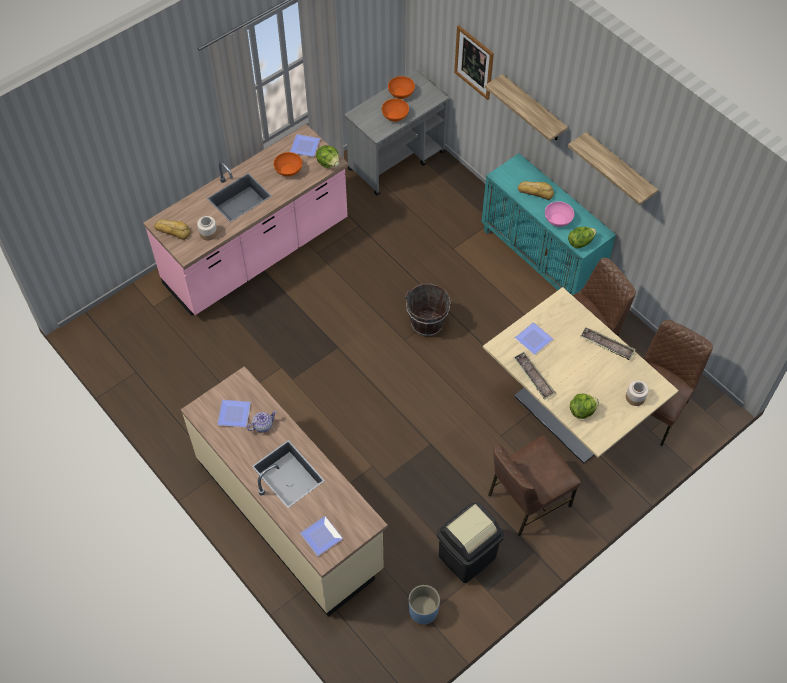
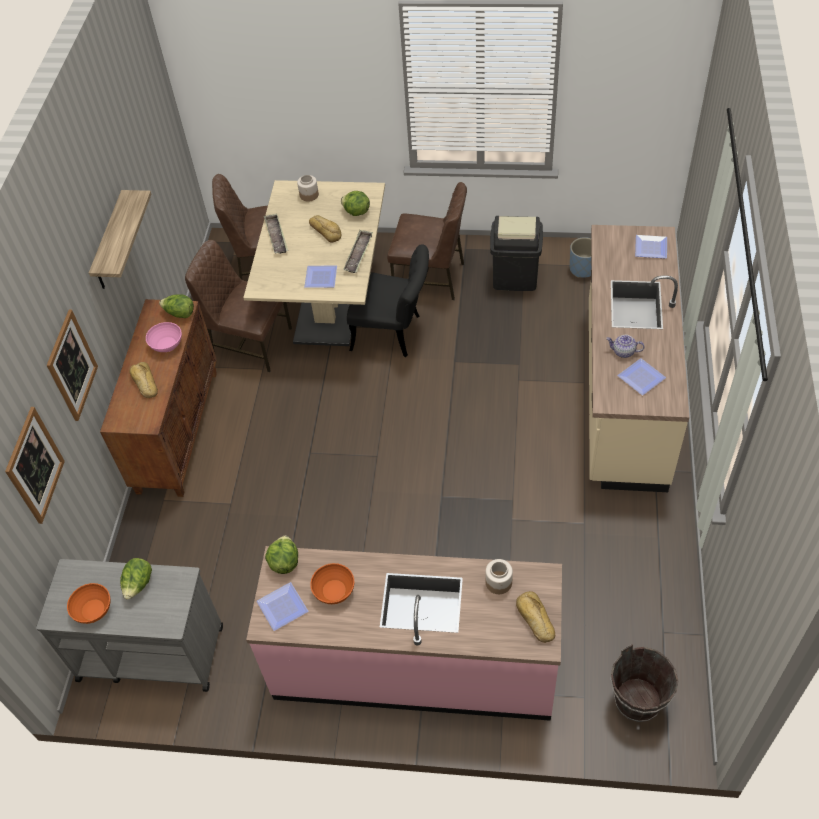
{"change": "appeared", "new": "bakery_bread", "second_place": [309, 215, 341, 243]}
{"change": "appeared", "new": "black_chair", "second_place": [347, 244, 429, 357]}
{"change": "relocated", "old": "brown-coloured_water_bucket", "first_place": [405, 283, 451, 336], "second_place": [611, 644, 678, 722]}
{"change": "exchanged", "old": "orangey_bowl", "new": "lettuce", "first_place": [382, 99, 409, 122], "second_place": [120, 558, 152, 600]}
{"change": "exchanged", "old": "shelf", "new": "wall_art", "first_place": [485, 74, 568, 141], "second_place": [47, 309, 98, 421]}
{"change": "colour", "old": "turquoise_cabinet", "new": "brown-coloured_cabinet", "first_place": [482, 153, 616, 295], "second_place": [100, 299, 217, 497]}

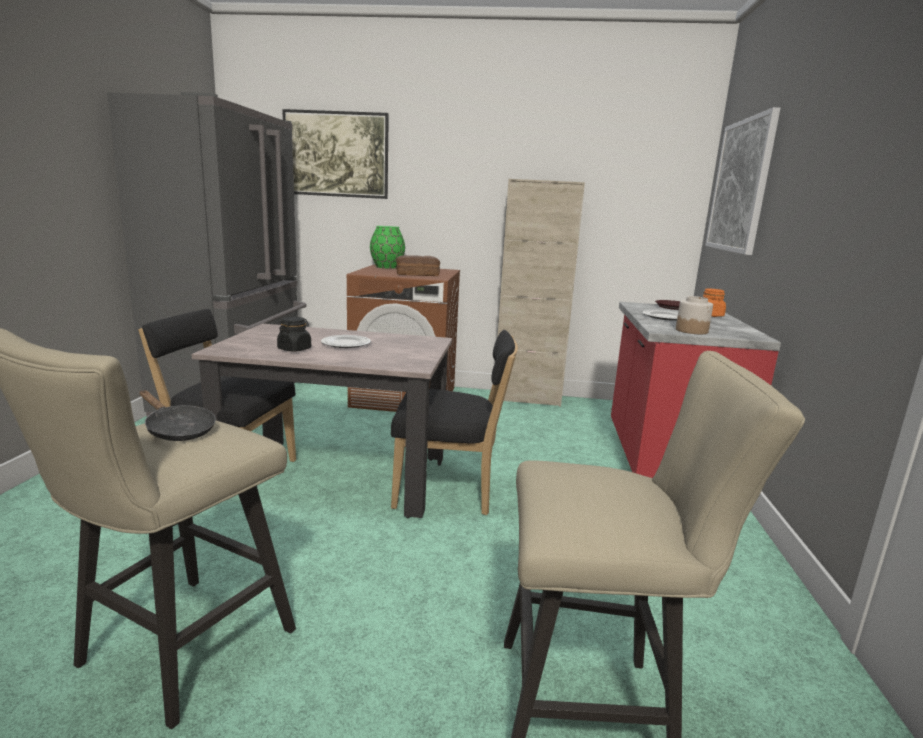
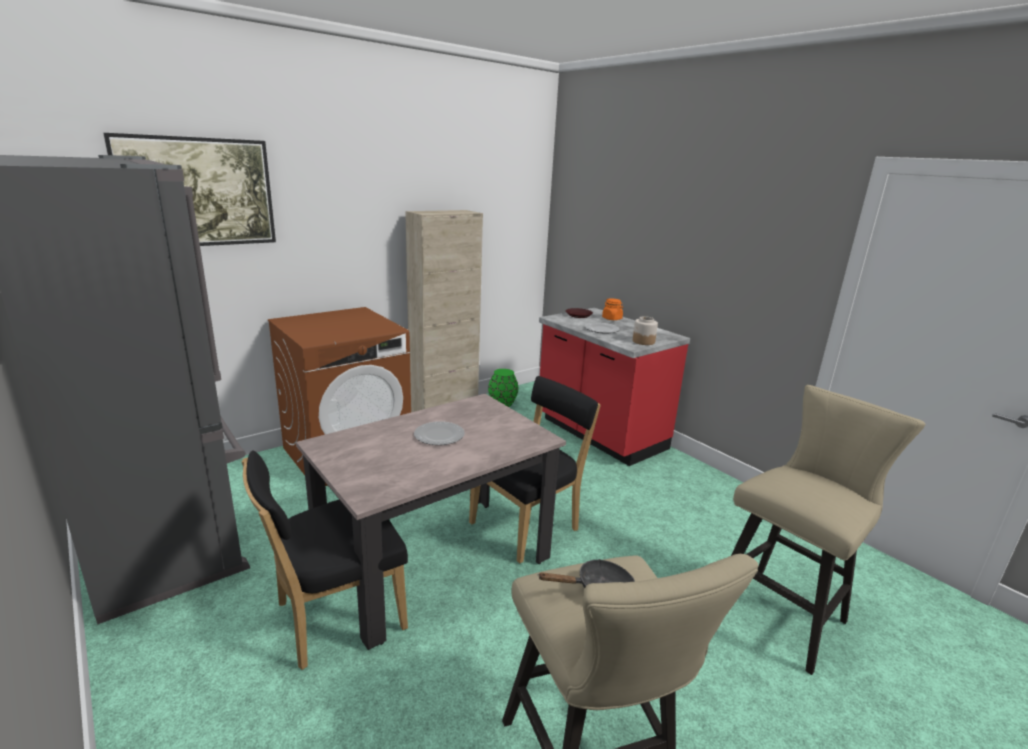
{"change": "missing", "old": "black_preserve_jar", "first_place": [277, 317, 311, 352]}
{"change": "missing", "old": "bakery_bread", "first_place": [396, 255, 440, 276]}
{"change": "missing", "old": "wall_art", "first_place": [705, 107, 780, 255]}
{"change": "relocated", "old": "green-coloured_flower_vase", "first_place": [370, 226, 405, 269], "second_place": [488, 369, 518, 407]}

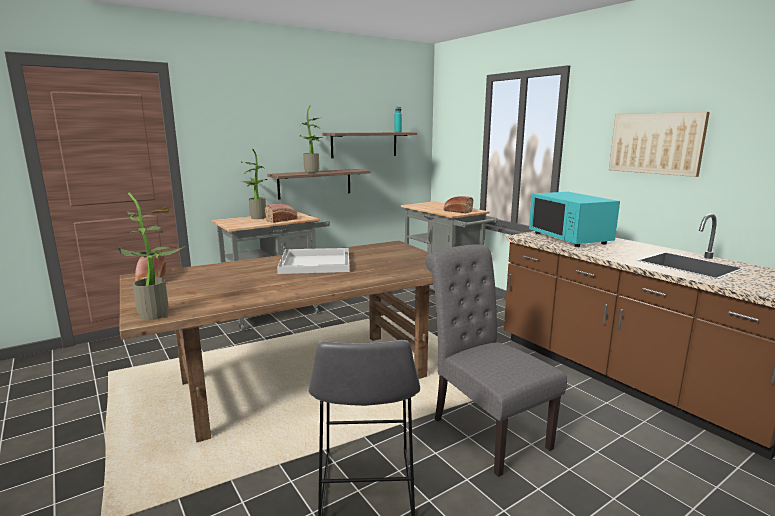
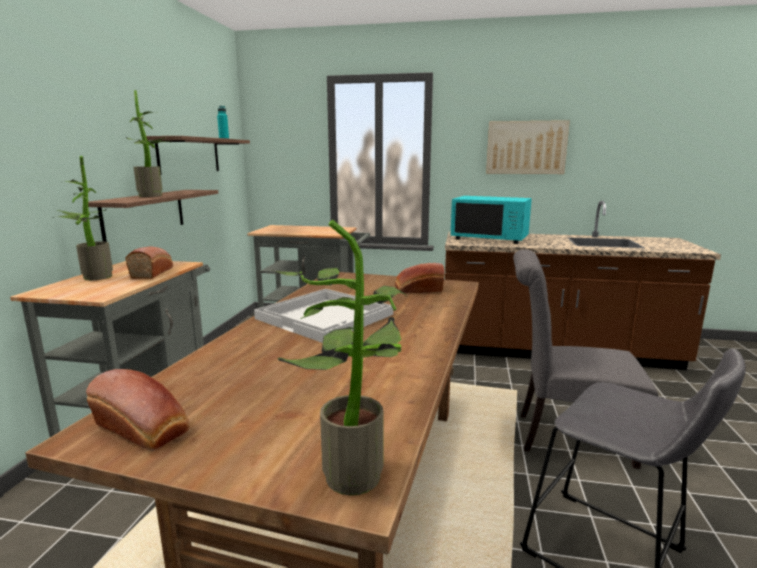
{"change": "relocated", "old": "bakery_bread", "first_place": [443, 196, 473, 213], "second_place": [395, 263, 445, 293]}

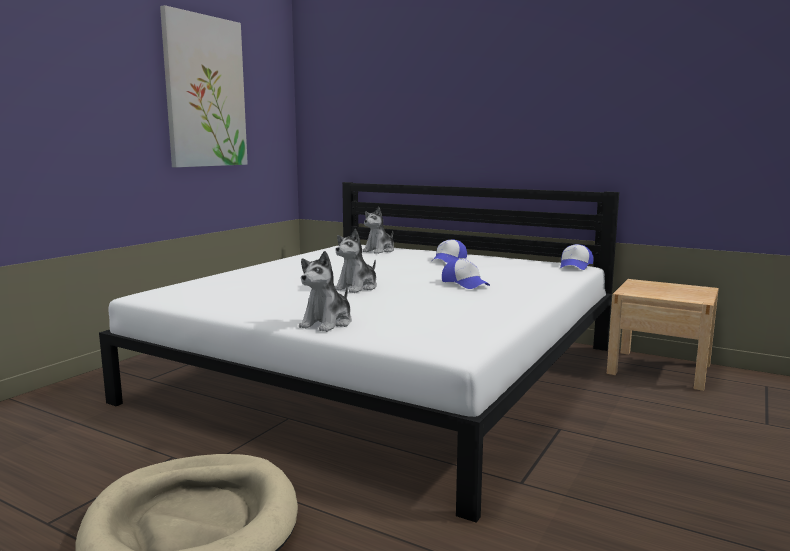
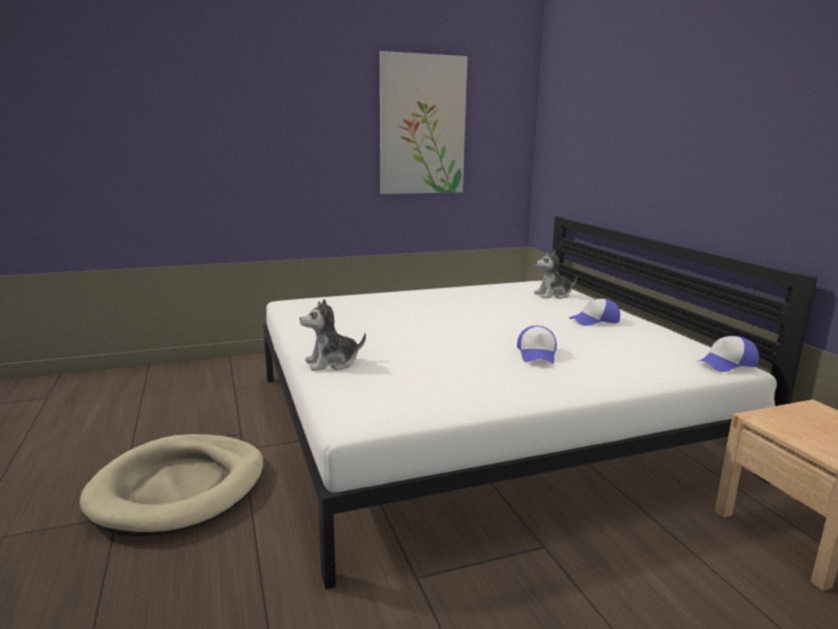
{"change": "missing", "old": "plush_toy", "first_place": [334, 229, 377, 293]}

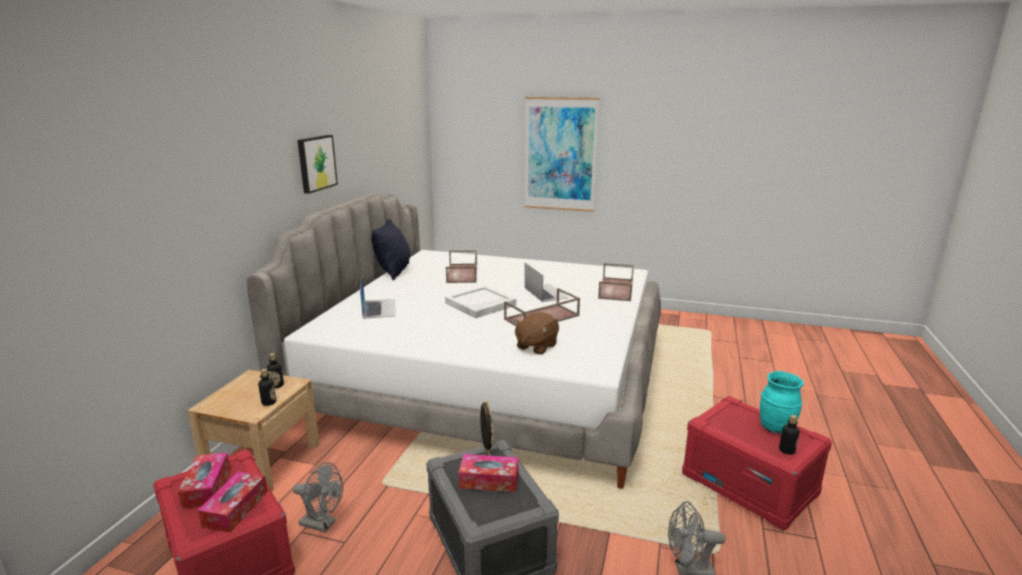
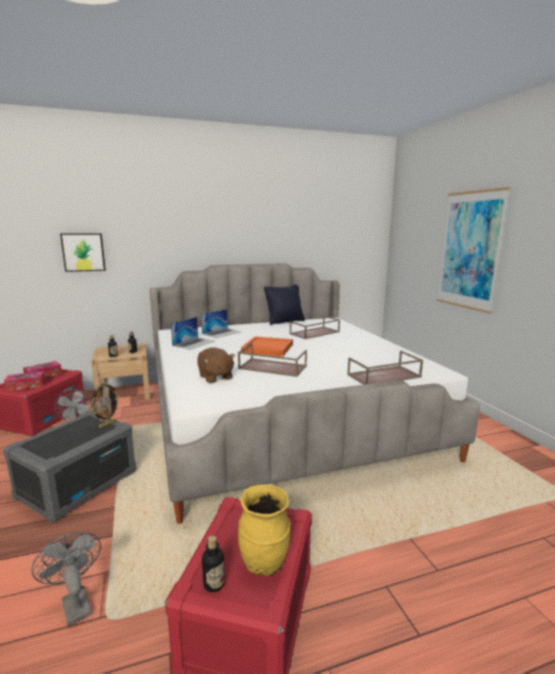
{"change": "missing", "old": "box_of_tissues", "first_place": [459, 454, 518, 492]}
{"change": "relocated", "old": "wall_art", "first_place": [298, 135, 338, 194], "second_place": [60, 233, 106, 272]}
{"change": "relocated", "old": "portable_computer", "first_place": [525, 263, 569, 302], "second_place": [171, 317, 215, 350]}
{"change": "colour", "old": "white-coloured_carrying_tray", "new": "orangey_carrying_tray", "first_place": [445, 286, 516, 318], "second_place": [241, 336, 293, 357]}
{"change": "colour", "old": "turquoise_flower_vase", "new": "yellow_flower_vase", "first_place": [760, 371, 804, 434], "second_place": [238, 484, 290, 576]}
{"change": "spun", "old": "brown-coloured_plush_toy", "first_place": [514, 312, 559, 355], "second_place": [197, 347, 235, 383], "degrees": -120}

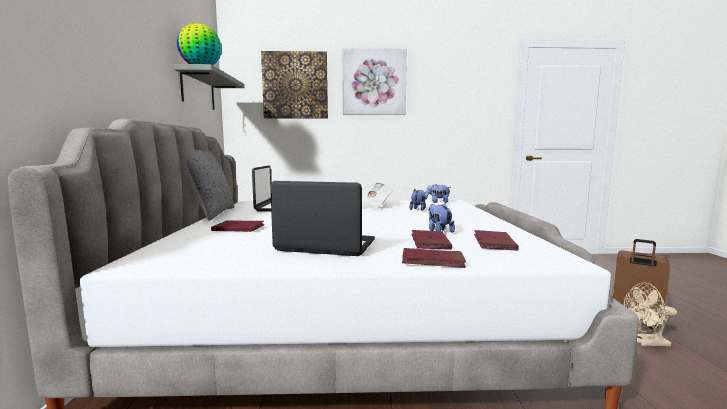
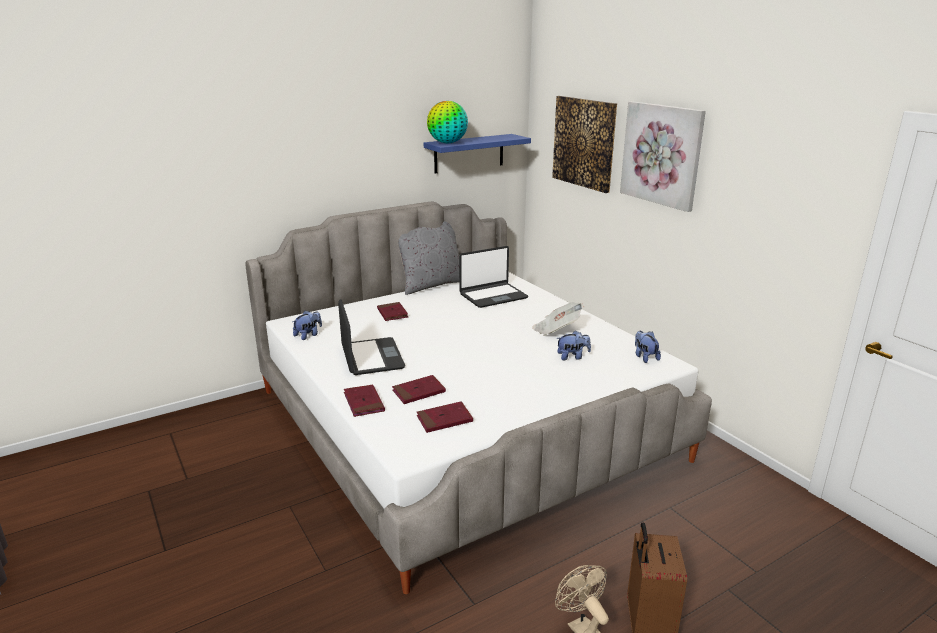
{"change": "relocated", "old": "plush_toy", "first_place": [428, 203, 455, 233], "second_place": [293, 311, 322, 340]}
{"change": "colour", "old": "gray_shelf", "new": "bluish_shelf", "first_place": [173, 64, 245, 110], "second_place": [424, 134, 531, 174]}

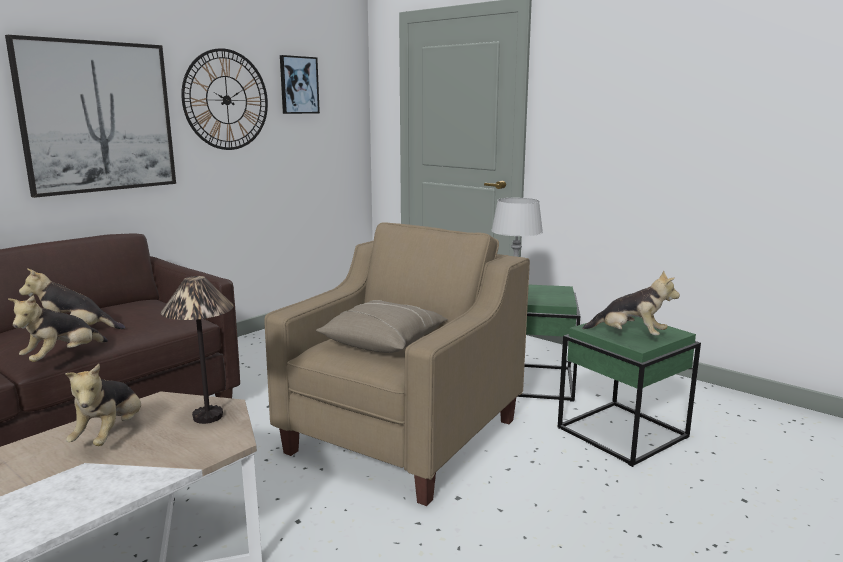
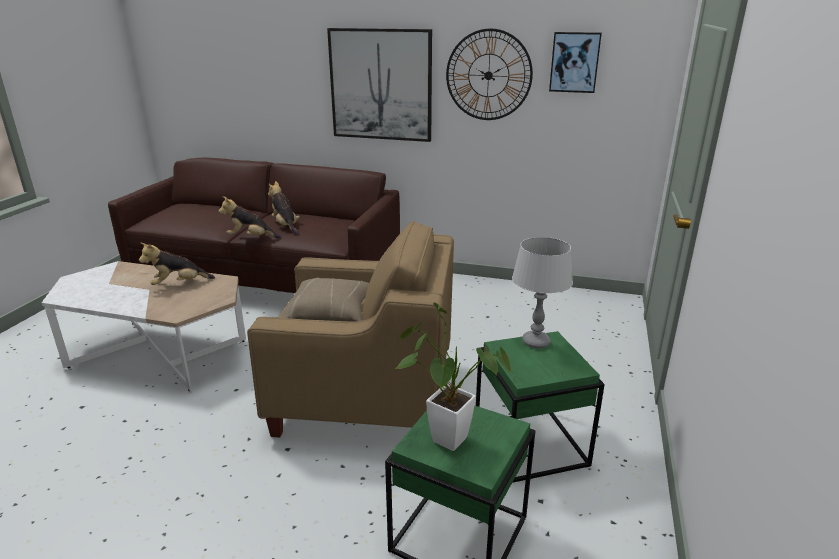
{"change": "missing", "old": "table_lamp", "first_place": [161, 276, 234, 424]}
{"change": "exchanged", "old": "plush_toy", "new": "potted_plant", "first_place": [582, 270, 680, 335], "second_place": [395, 302, 511, 451]}

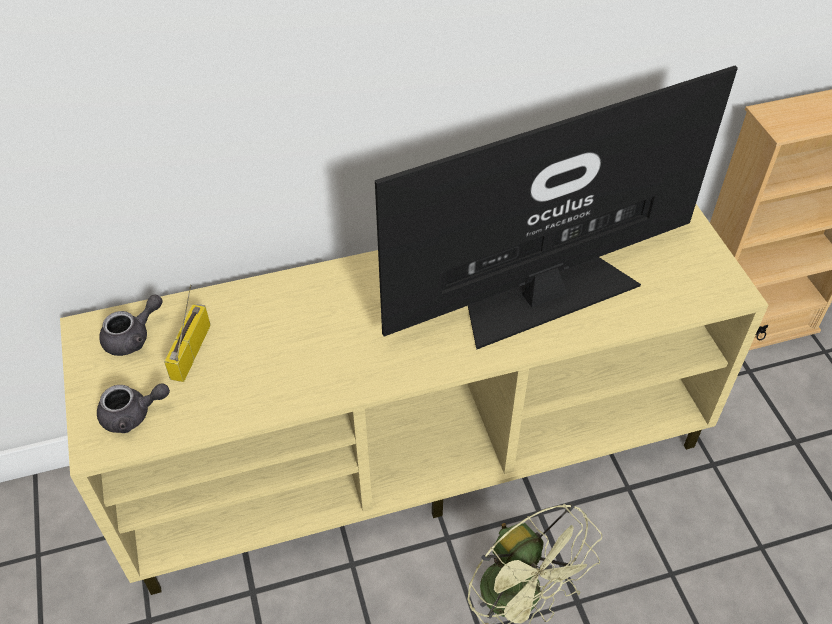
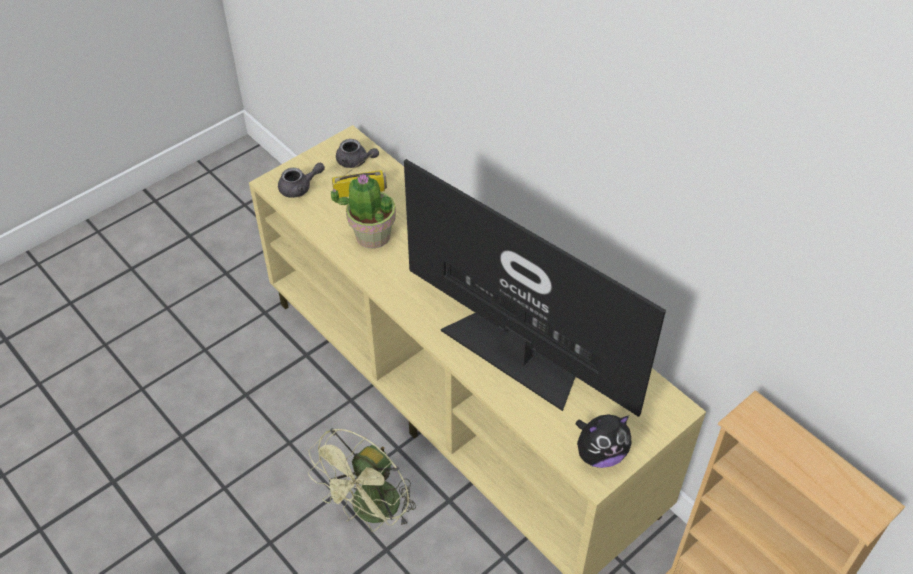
{"change": "appeared", "new": "potted_plant", "second_place": [331, 174, 396, 249]}
{"change": "appeared", "new": "plush_toy", "second_place": [575, 415, 631, 468]}
{"change": "spun", "old": "gray_teapot", "first_place": [97, 383, 170, 433], "second_place": [278, 163, 325, 198], "degrees": -75}

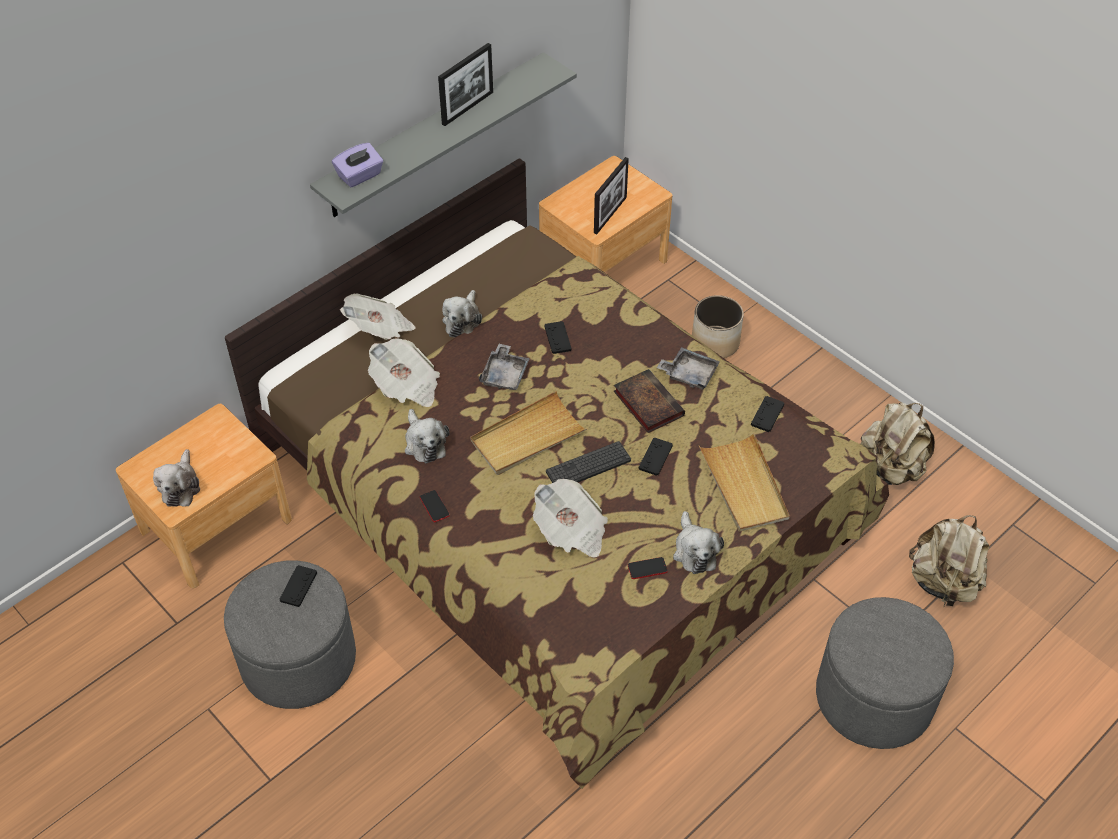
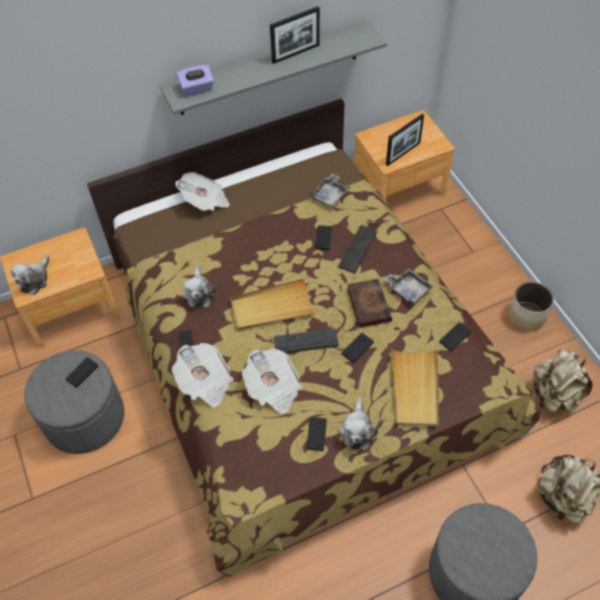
{"change": "missing", "old": "plush_toy", "first_place": [442, 290, 482, 337]}
{"change": "appeared", "new": "PC_keyboard", "second_place": [338, 220, 390, 273]}
{"change": "relocated", "old": "daily_paper", "first_place": [368, 338, 440, 407], "second_place": [172, 343, 234, 407]}
{"change": "relocated", "old": "gray_carrying_tray", "first_place": [479, 344, 530, 390], "second_place": [310, 173, 349, 207]}
{"change": "relocated", "old": "plant_pot", "first_place": [692, 295, 744, 358], "second_place": [508, 282, 554, 331]}
{"change": "exchanged", "old": "handset", "new": "black_game_controller", "first_place": [628, 557, 668, 579], "second_place": [307, 417, 327, 451]}

